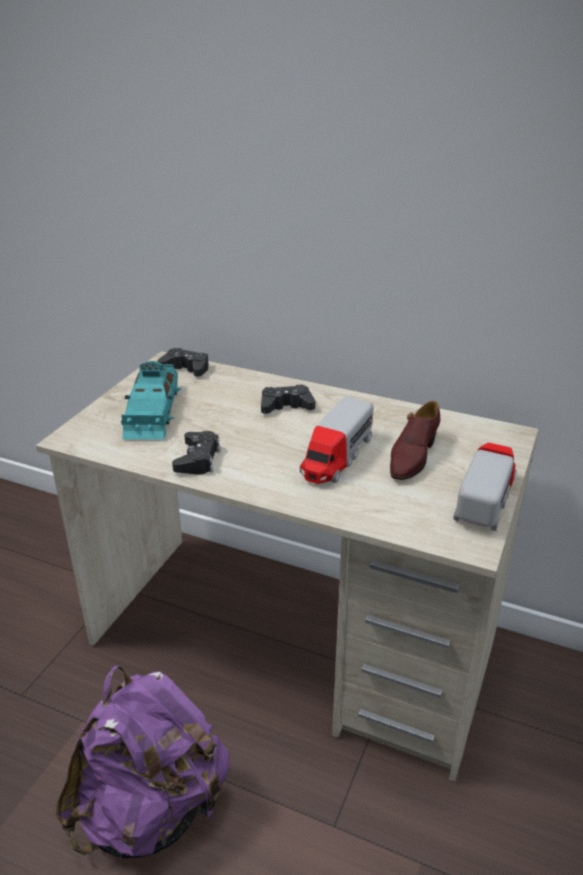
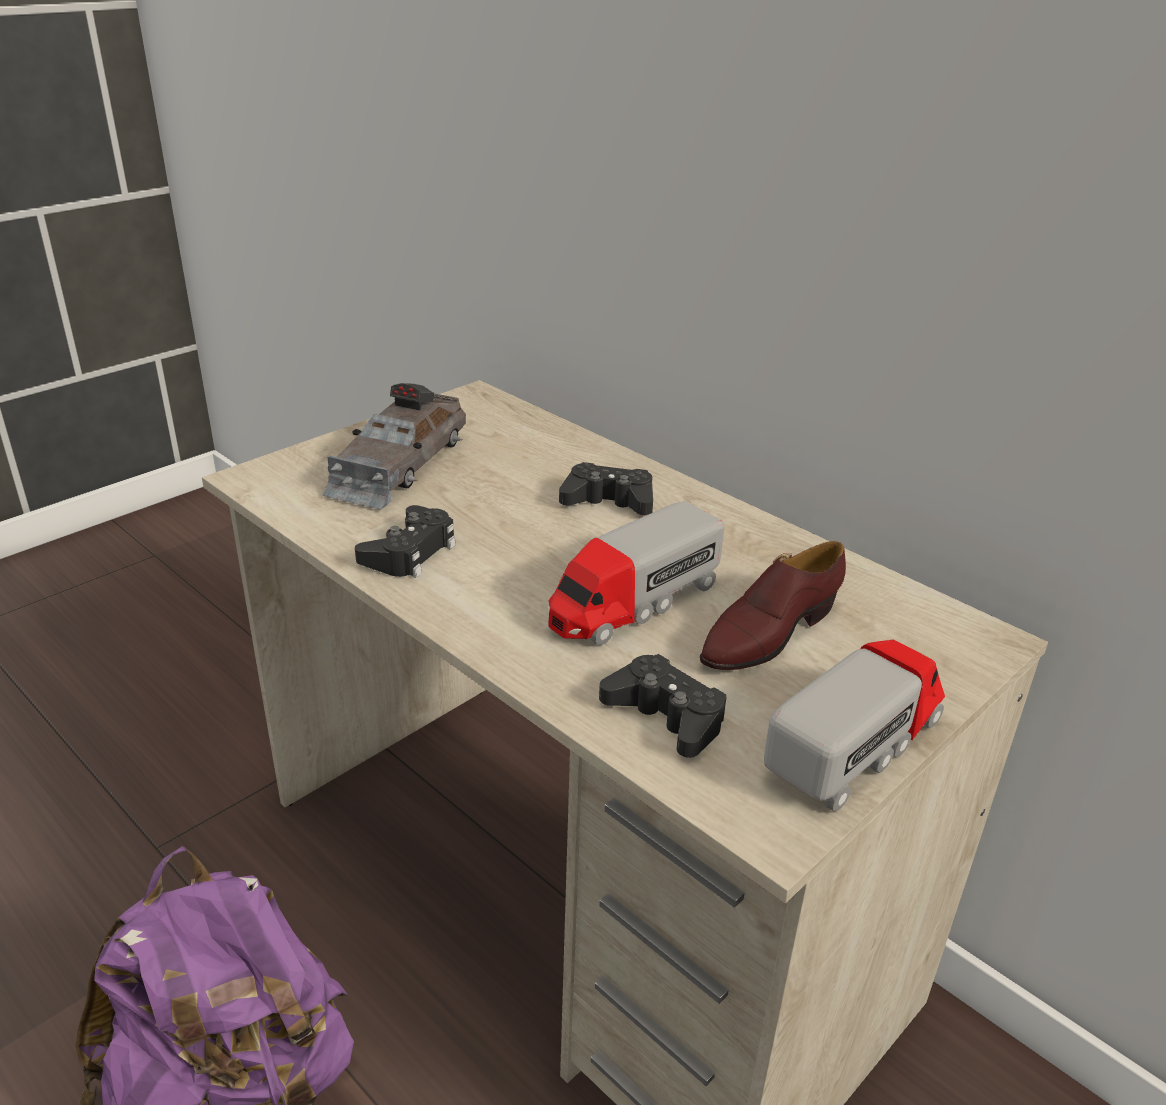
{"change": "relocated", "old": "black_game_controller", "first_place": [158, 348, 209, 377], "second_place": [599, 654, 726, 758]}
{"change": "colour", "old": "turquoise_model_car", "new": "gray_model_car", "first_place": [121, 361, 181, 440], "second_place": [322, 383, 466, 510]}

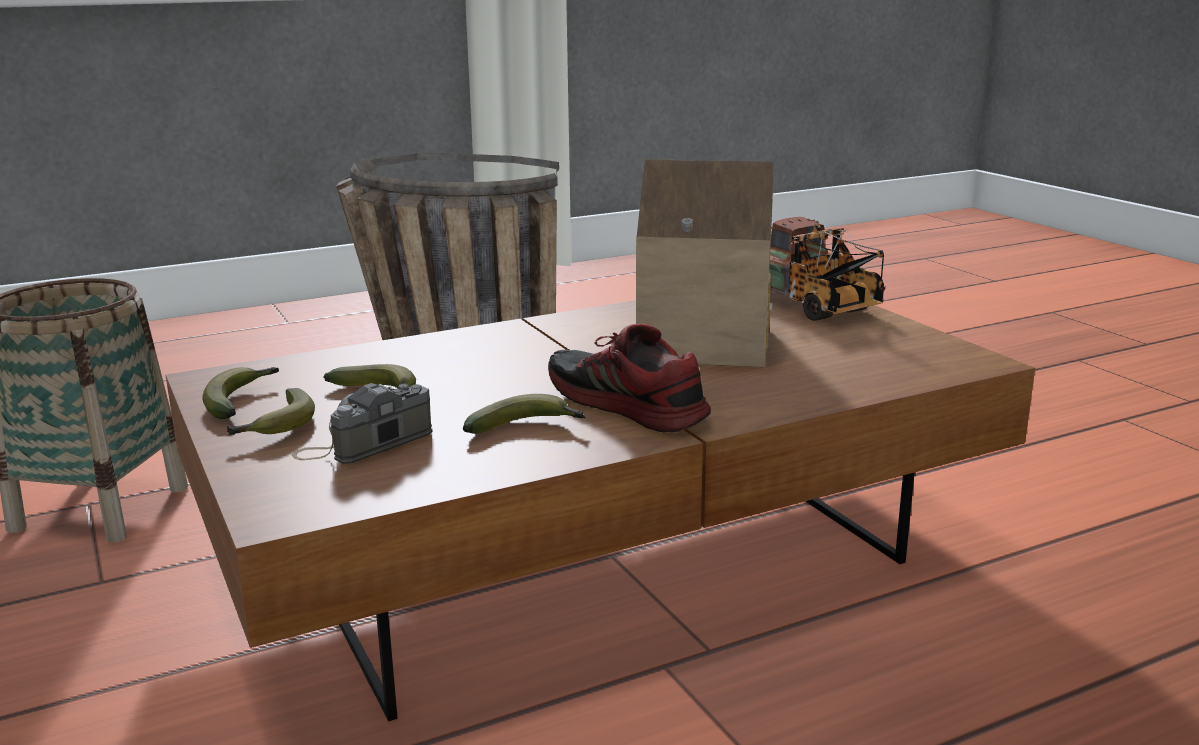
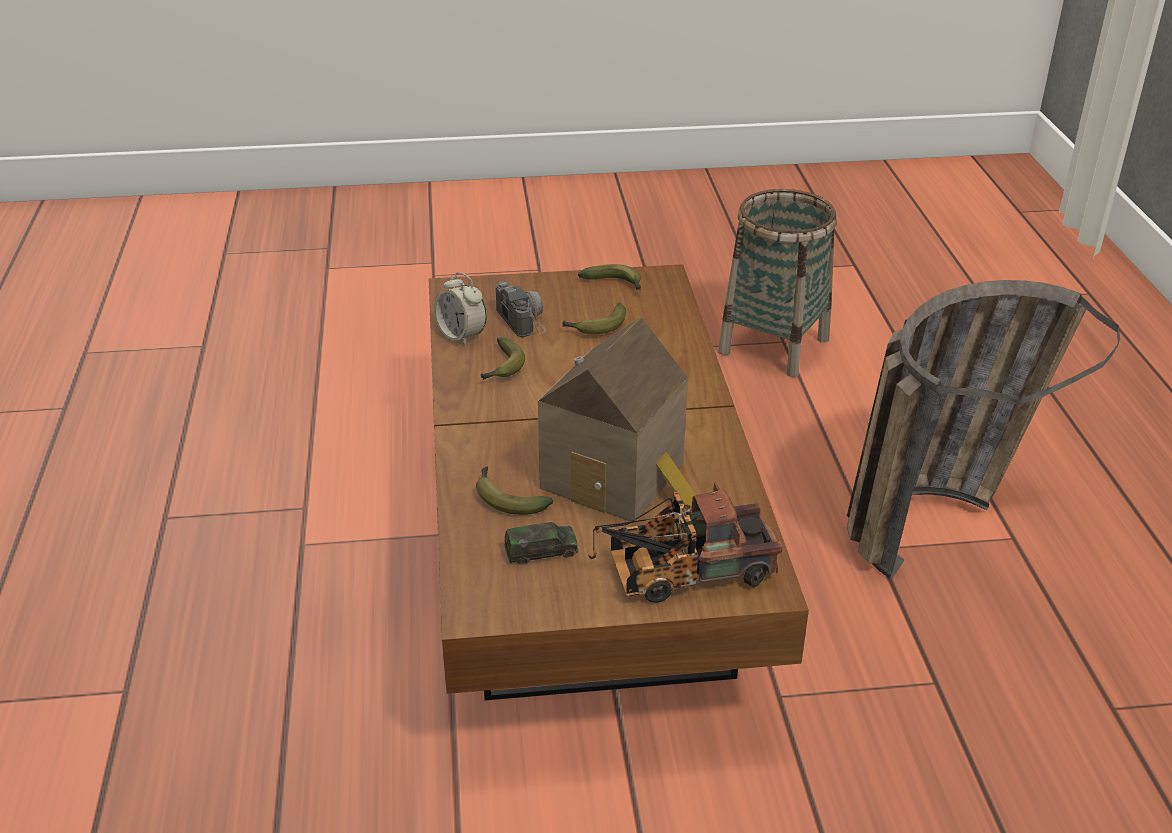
{"change": "missing", "old": "low_shoe", "first_place": [548, 323, 711, 433]}
{"change": "appeared", "new": "bedside_clock", "second_place": [434, 272, 487, 346]}
{"change": "appeared", "new": "model_car", "second_place": [504, 522, 578, 565]}
{"change": "relocated", "old": "banana", "first_place": [227, 388, 315, 435], "second_place": [476, 466, 553, 515]}

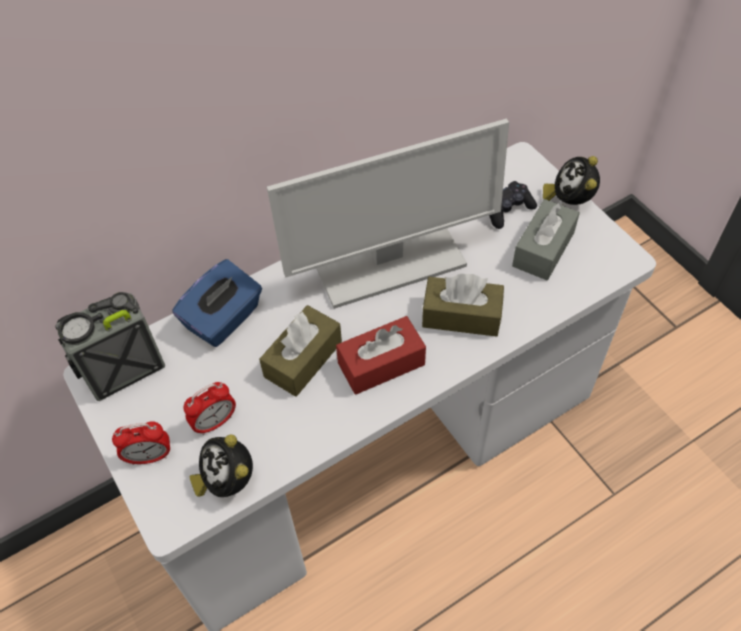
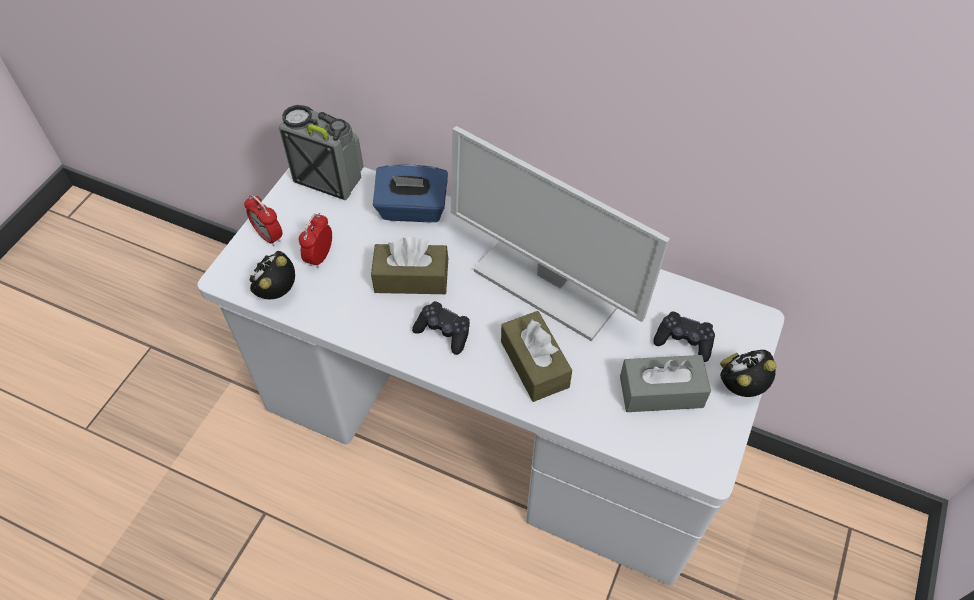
{"change": "exchanged", "old": "red-coloured_box_of_tissues", "new": "black_game_controller", "first_place": [336, 316, 426, 395], "second_place": [412, 301, 470, 355]}
{"change": "spun", "old": "bedside_clock", "first_place": [183, 382, 236, 435], "second_place": [299, 213, 332, 268], "degrees": 90}

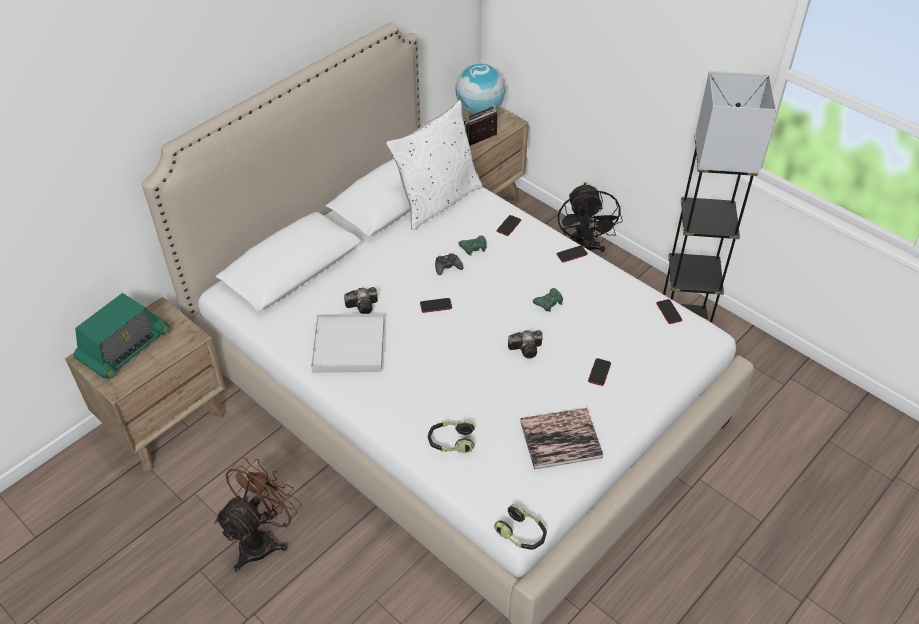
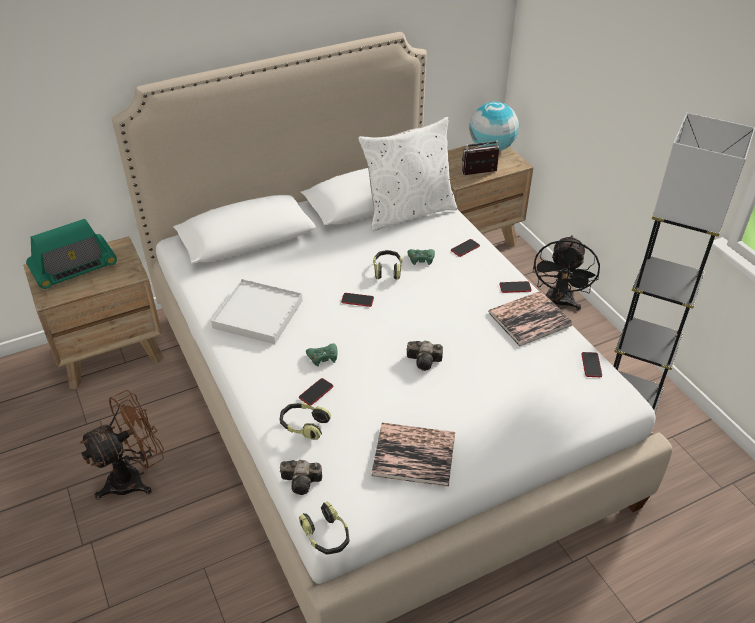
{"change": "appeared", "new": "bound_book", "second_place": [488, 291, 573, 346]}
{"change": "relocated", "old": "photo_camera", "first_place": [344, 287, 378, 314], "second_place": [280, 460, 322, 495]}
{"change": "relocated", "old": "green-coloured_game_controller", "first_place": [533, 288, 563, 312], "second_place": [306, 343, 338, 367]}
{"change": "relocated", "old": "handset", "first_place": [588, 358, 611, 386], "second_place": [299, 378, 333, 406]}
{"change": "exchanged", "old": "black_game_controller", "new": "headset", "first_place": [435, 253, 464, 275], "second_place": [373, 250, 402, 279]}

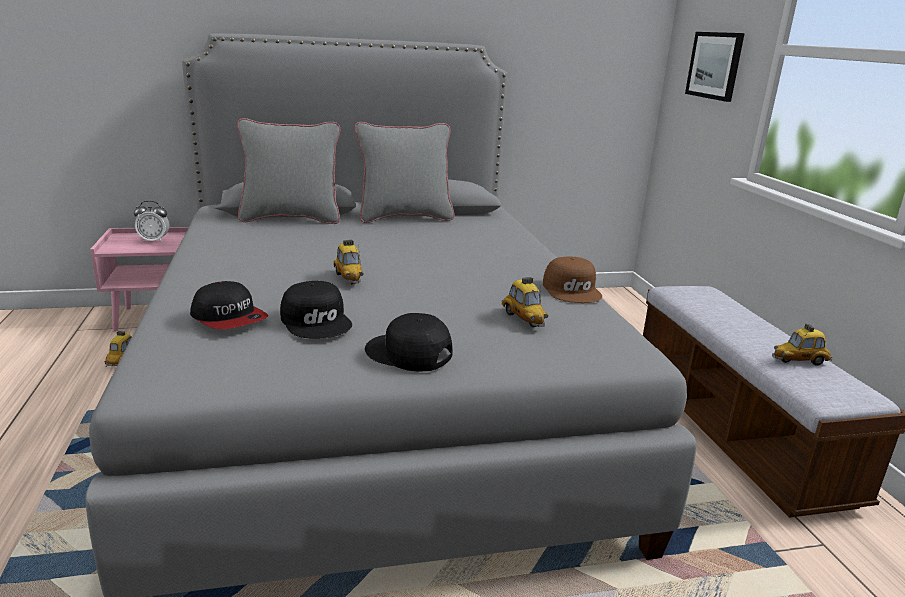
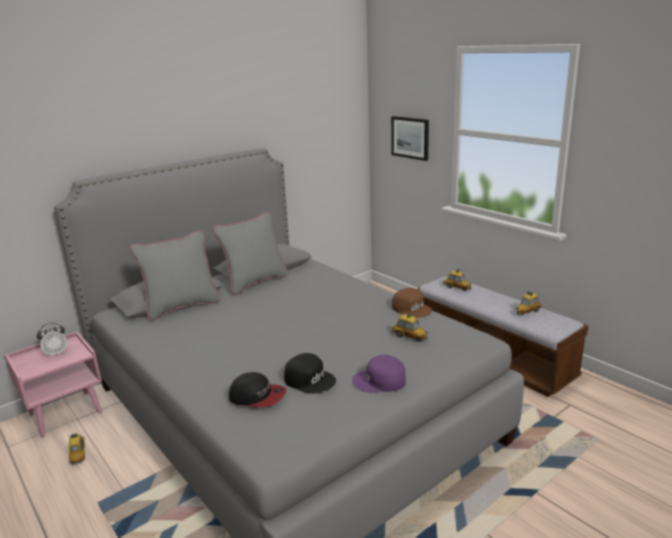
{"change": "relocated", "old": "model_car", "first_place": [333, 240, 364, 284], "second_place": [443, 269, 472, 291]}
{"change": "colour", "old": "black_peaked_cap", "new": "purple-coloured_peaked_cap", "first_place": [365, 313, 453, 372], "second_place": [352, 355, 406, 393]}

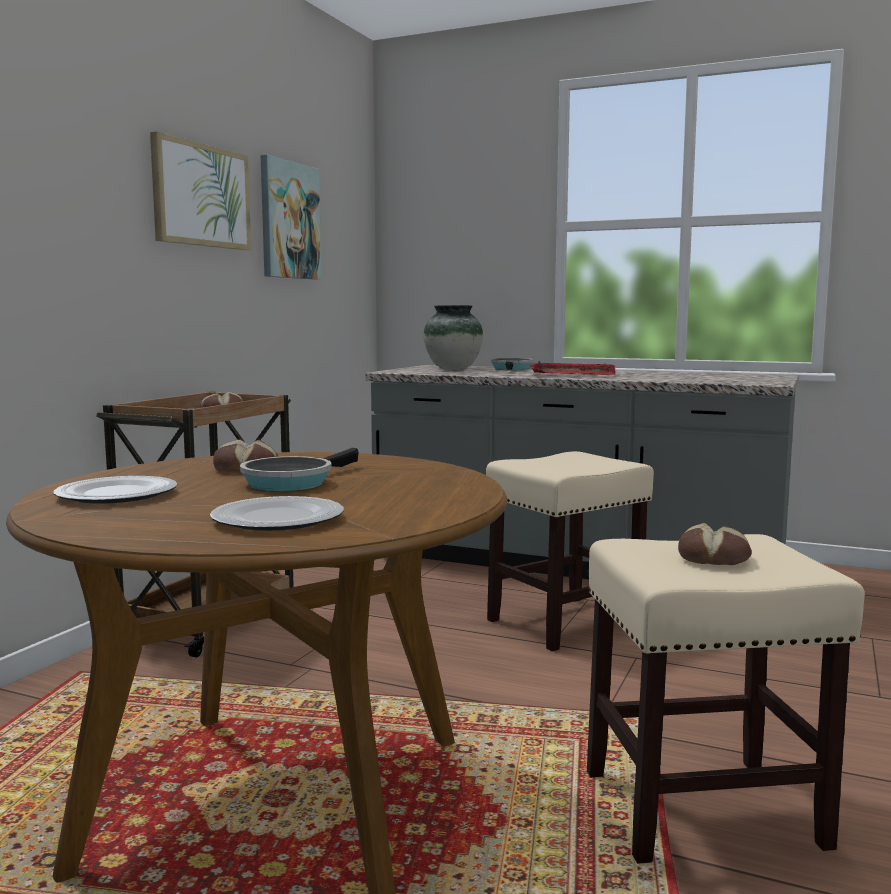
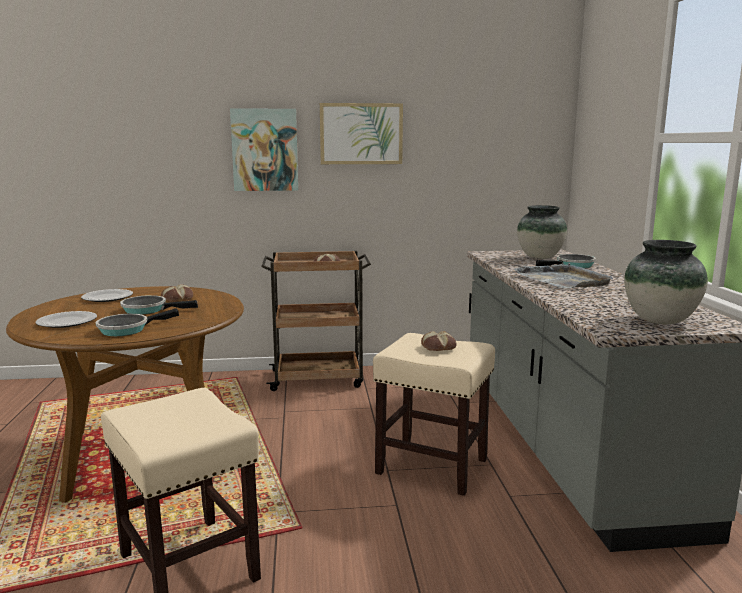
{"change": "appeared", "new": "skillet", "second_place": [96, 308, 179, 336]}
{"change": "appeared", "new": "flower_vase", "second_place": [624, 240, 708, 324]}
{"change": "relocated", "old": "wall_art", "first_place": [261, 155, 321, 280], "second_place": [230, 108, 298, 191]}
{"change": "relocated", "old": "bakery_bread", "first_place": [678, 523, 752, 565], "second_place": [421, 331, 457, 351]}
{"change": "colour", "old": "red-coloured_carrying_tray", "new": "gray_carrying_tray", "first_place": [530, 361, 616, 375], "second_place": [514, 263, 613, 288]}

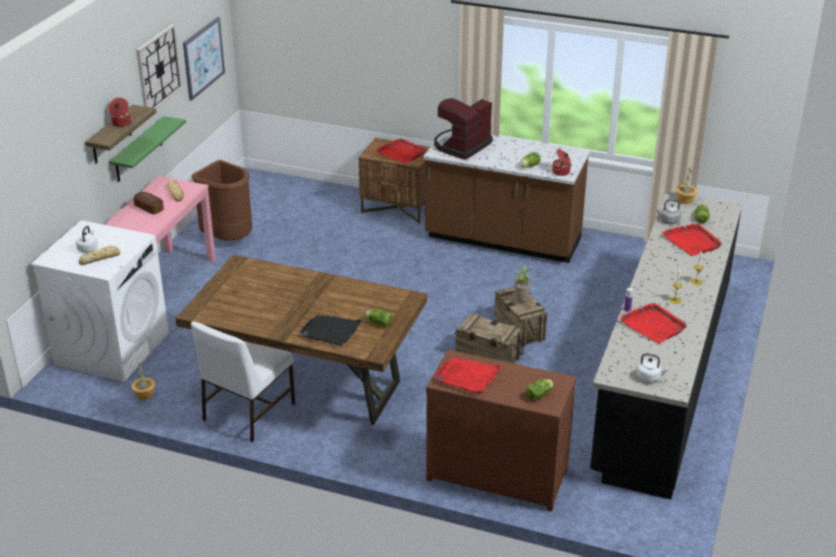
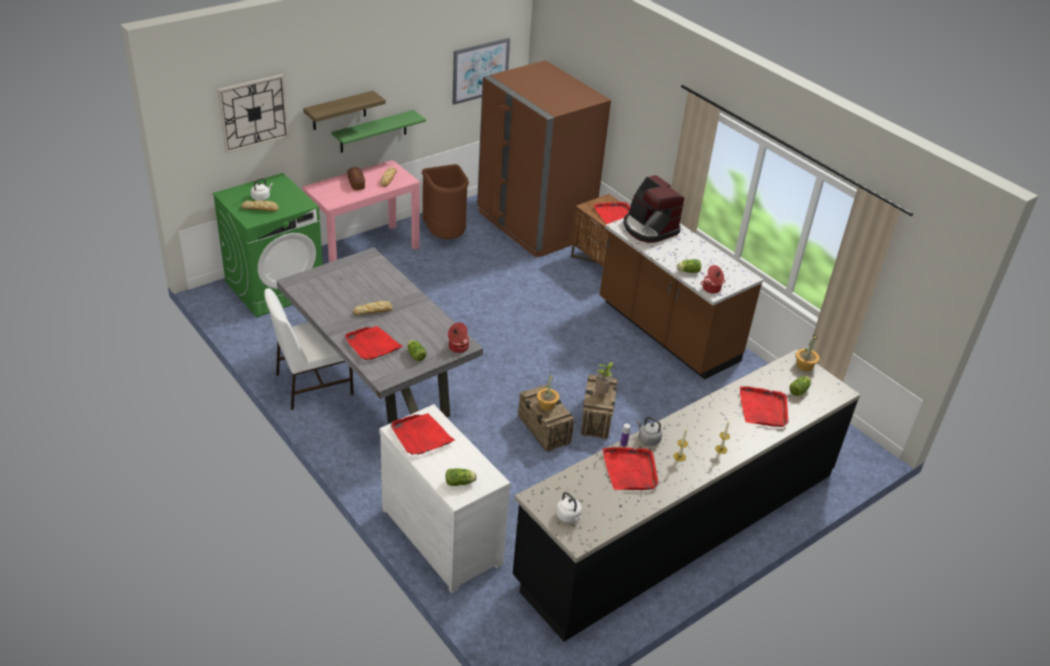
{"change": "appeared", "new": "bakery_bread", "second_place": [353, 301, 393, 315]}
{"change": "appeared", "new": "brown-coloured_fridge", "second_place": [477, 60, 611, 257]}
{"change": "relocated", "old": "cooking_pot", "first_place": [108, 98, 131, 127], "second_place": [448, 322, 469, 353]}
{"change": "relocated", "old": "potted_plant", "first_place": [132, 363, 155, 400], "second_place": [537, 375, 559, 411]}
{"change": "relocated", "old": "clock_on_the_wall", "first_place": [136, 24, 182, 109], "second_place": [218, 74, 289, 154]}
{"change": "relocated", "old": "gray_water_kettle", "first_place": [656, 199, 681, 224], "second_place": [637, 417, 662, 446]}
{"change": "colour", "old": "white-coloured_laundry_machine", "new": "green-coloured_laundry_machine", "first_place": [31, 220, 169, 382], "second_place": [212, 173, 323, 317]}
{"change": "colour", "old": "brown-coloured_dining_table", "new": "gray_dining_table", "first_place": [175, 255, 427, 425], "second_place": [276, 247, 483, 424]}
{"change": "colour", "old": "black_carrying_tray", "new": "red-coloured_carrying_tray", "first_place": [300, 315, 362, 346], "second_place": [344, 326, 403, 360]}
{"change": "colour", "old": "brown-coloured_drawer_chest", "new": "white-coloured_drawer_chest", "first_place": [426, 350, 576, 512], "second_place": [379, 404, 511, 593]}
{"change": "spun", "old": "coffee_maker", "first_place": [434, 98, 493, 159], "second_place": [623, 175, 684, 243], "degrees": -105}

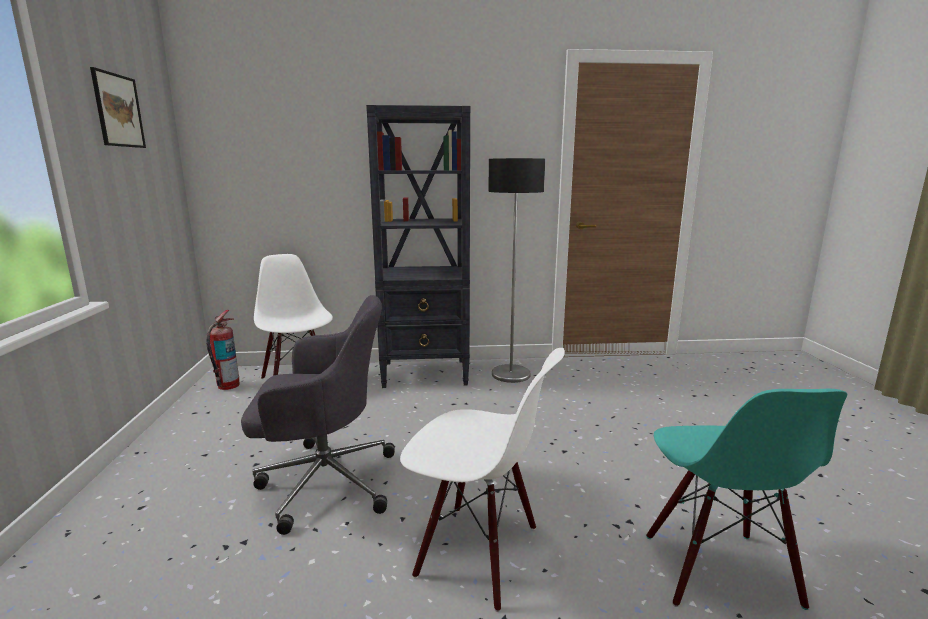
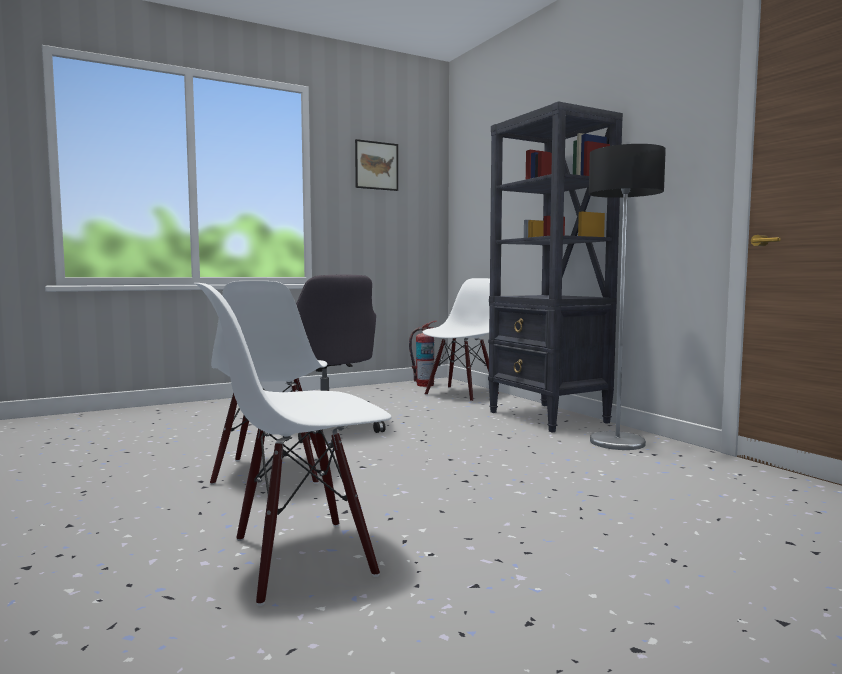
{"change": "colour", "old": "turquoise_chair", "new": "white-coloured_chair", "first_place": [646, 389, 847, 610], "second_place": [194, 283, 391, 606]}

